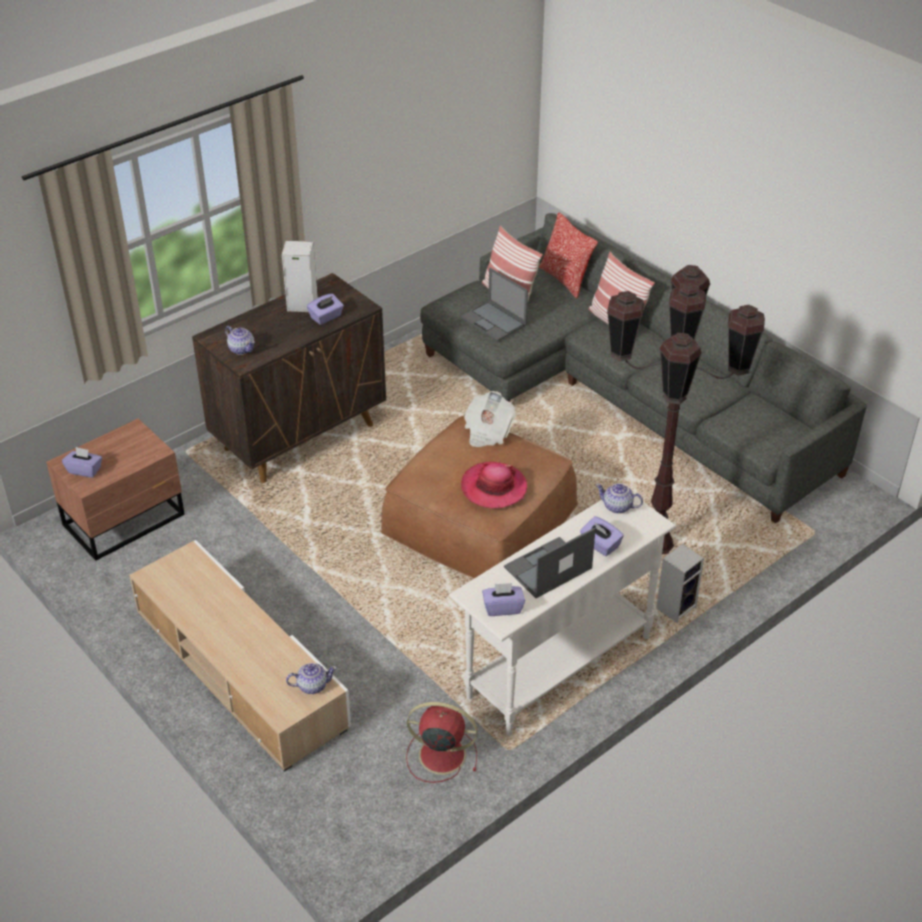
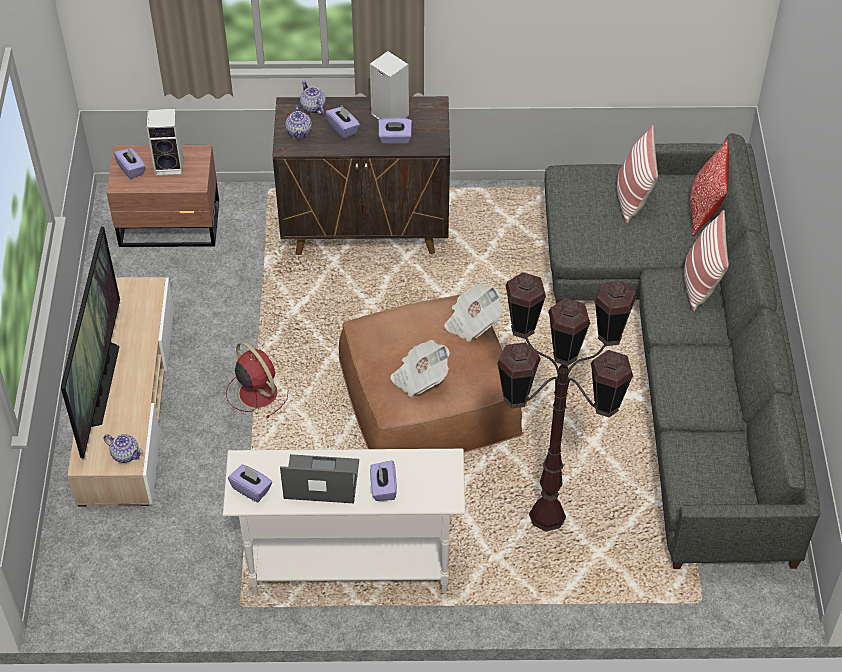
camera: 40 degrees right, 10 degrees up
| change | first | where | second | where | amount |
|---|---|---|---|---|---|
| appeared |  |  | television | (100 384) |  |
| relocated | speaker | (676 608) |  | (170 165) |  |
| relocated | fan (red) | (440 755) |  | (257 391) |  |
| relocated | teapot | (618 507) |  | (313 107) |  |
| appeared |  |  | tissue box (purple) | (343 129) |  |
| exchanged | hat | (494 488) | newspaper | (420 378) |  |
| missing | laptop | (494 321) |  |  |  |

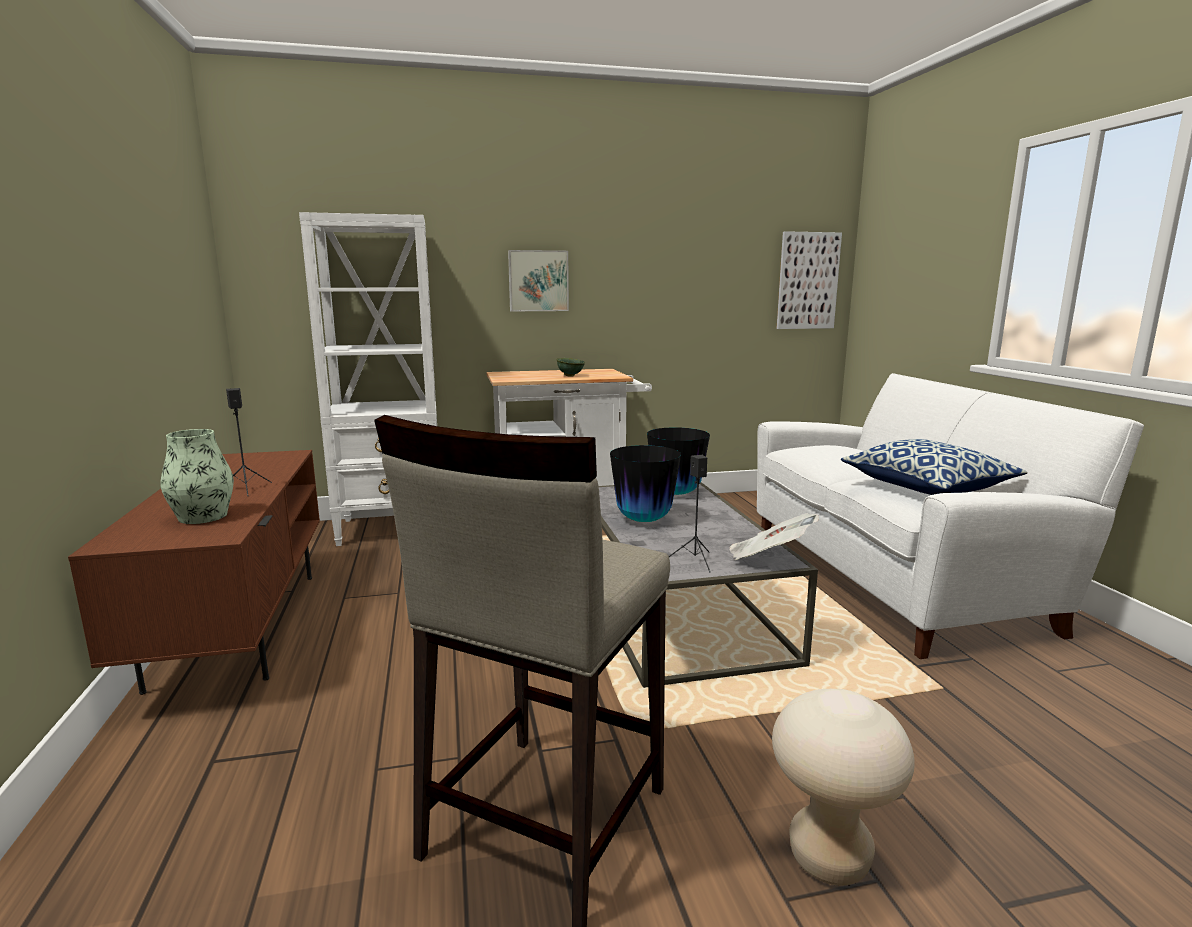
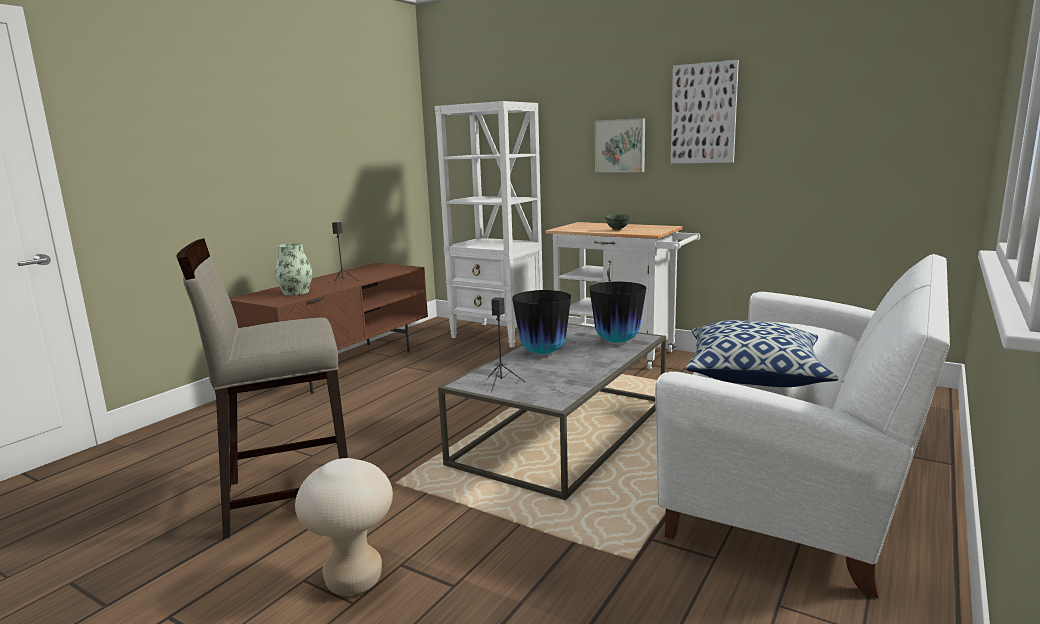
camera: 45 degrees right, 0 degrees up
| change | first | where | second | where | amount |
|---|---|---|---|---|---|
| relocated | picture | (808 281) |  | (703 113) |  |
| missing | newspaper | (768 558) |  |  |  |

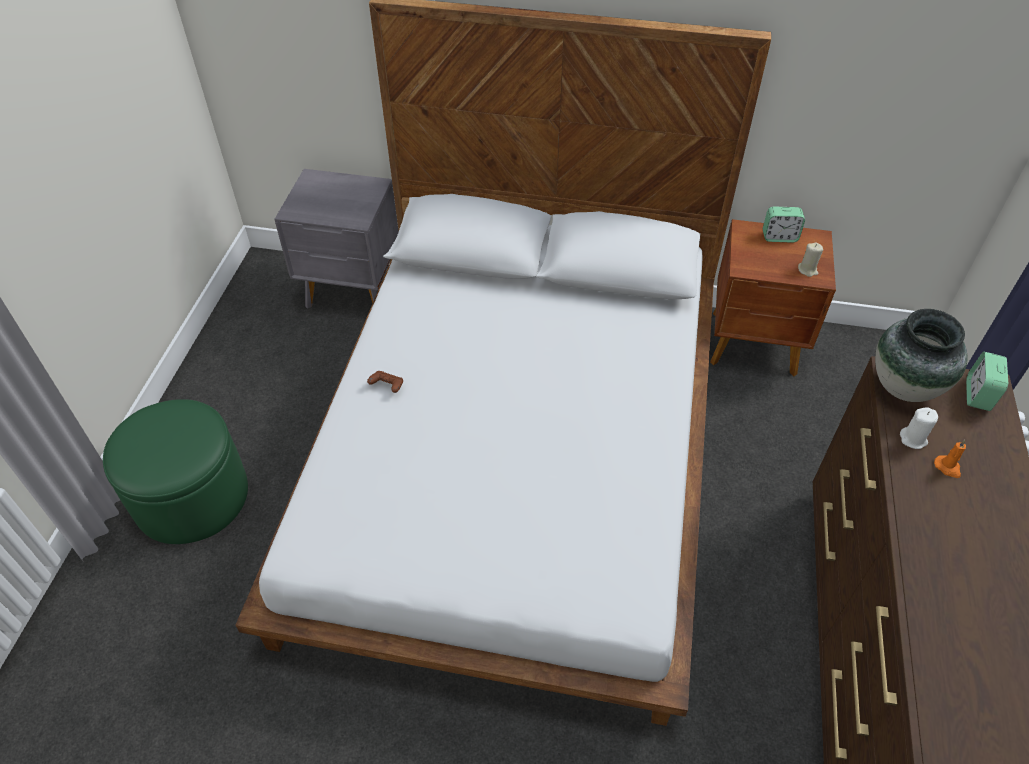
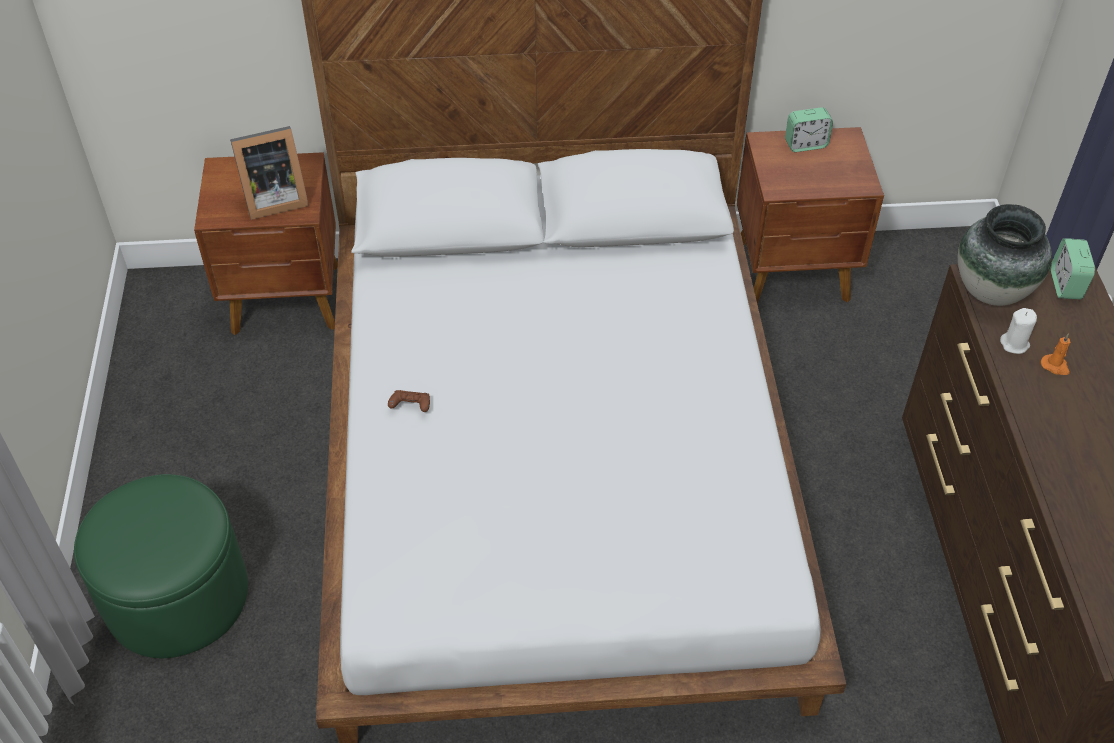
camera: 15 degrees left, 0 degrees up
| change | first | where | second | where | amount |
|---|---|---|---|---|---|
| colour | nightstand (grey) | (354 290) | nightstand (brown) | (287 300) |  |
| appeared |  |  | picture frame | (272 199) |  |
| missing | candle (beige) | (807 270) |  |  |  |

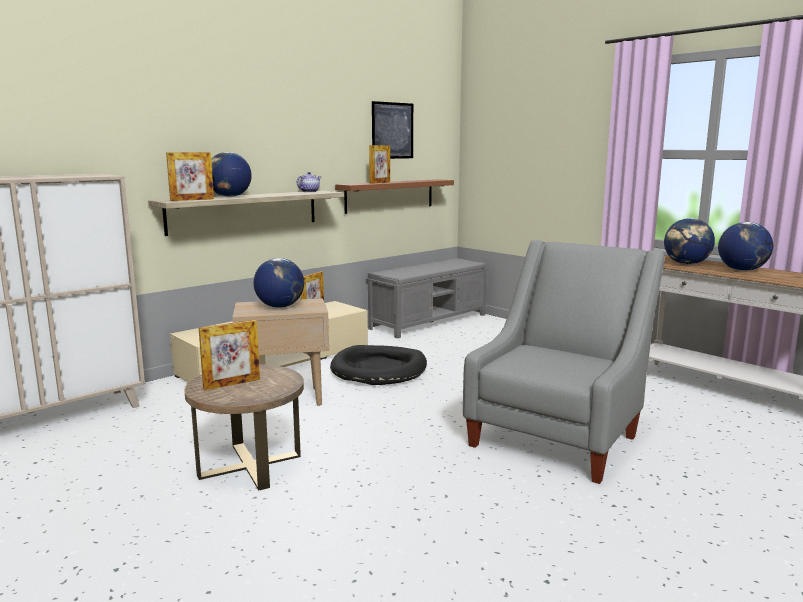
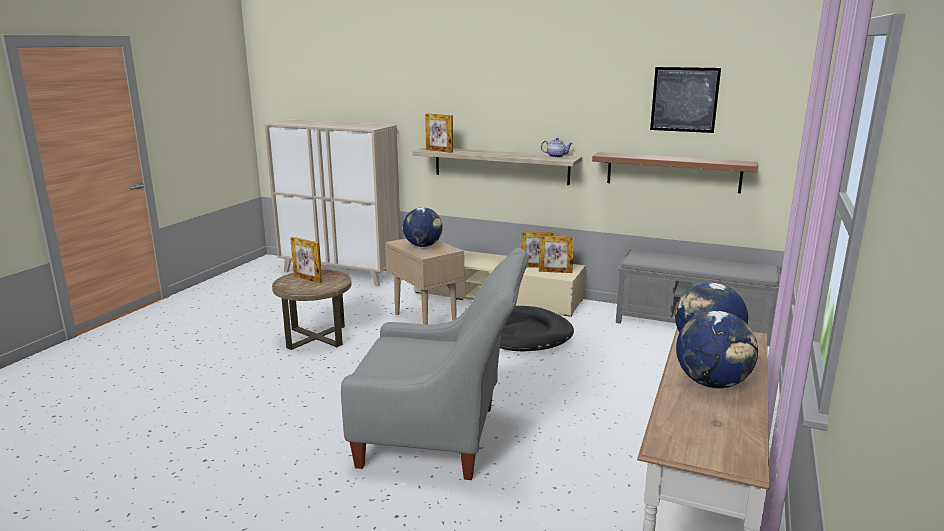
camera: 65 degrees right, 5 degrees up
| change | first | where | second | where | amount |
|---|---|---|---|---|---|
| relocated | picture frame | (380 183) |  | (555 271) |  |
| missing | globe | (229 197) |  |  |  |

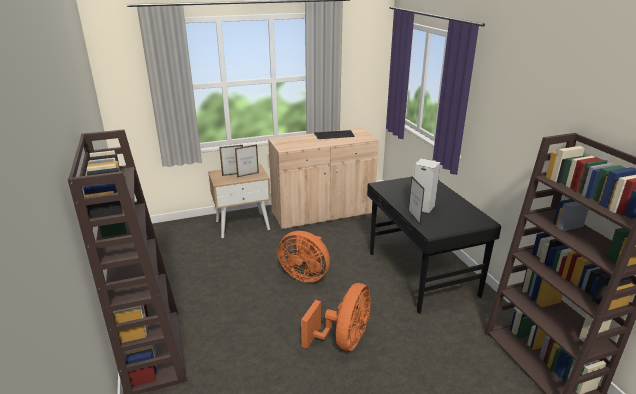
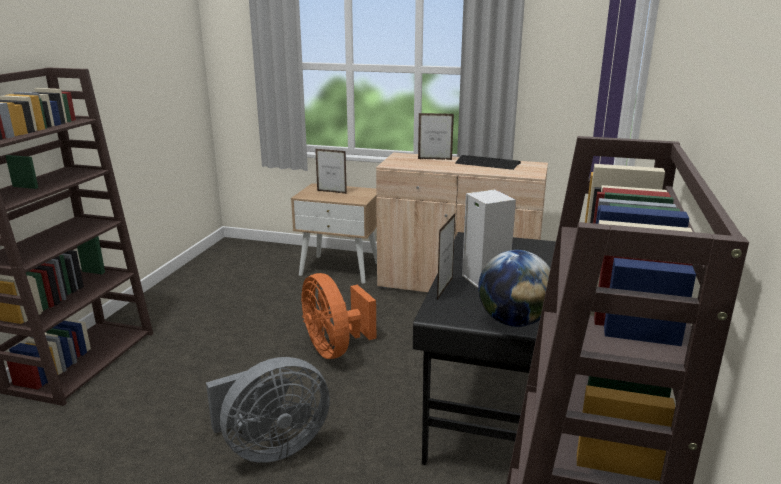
camera: 35 degrees right, 5 degrees down
| change | first | where | second | where | amount |
|---|---|---|---|---|---|
| colour | fan (orange) | (343 340) | fan (grey) | (271 447) |  |
| relocated | picture frame | (248 175) |  | (435 159) |  |
| appeared |  |  | globe | (513 321) |  |

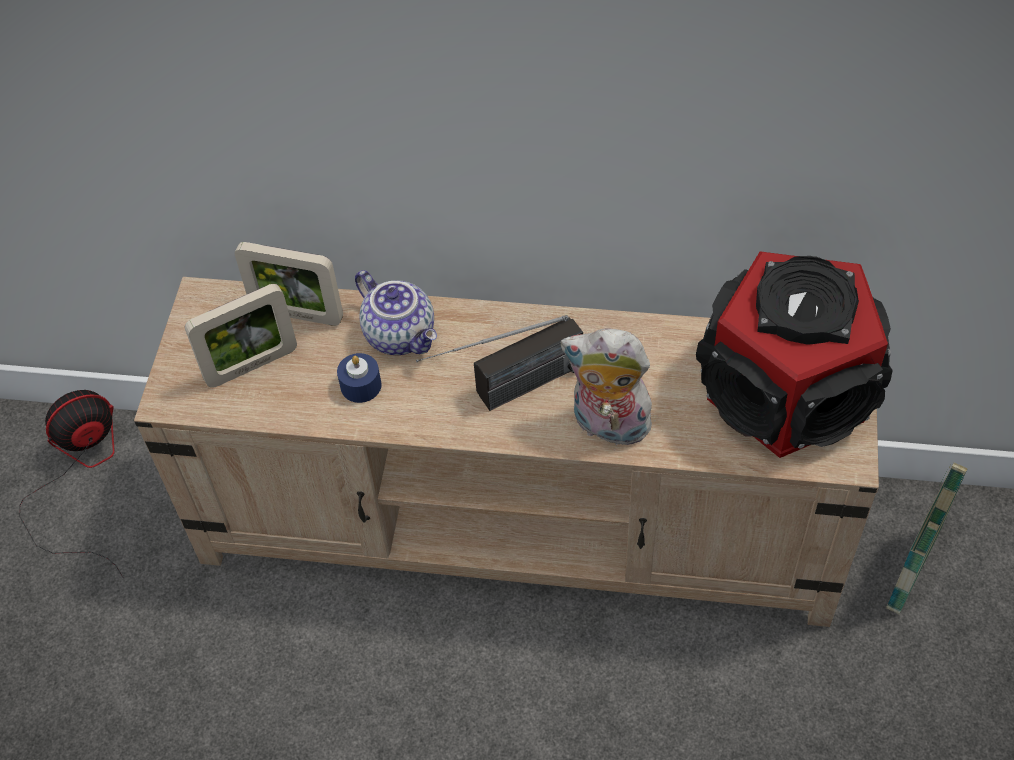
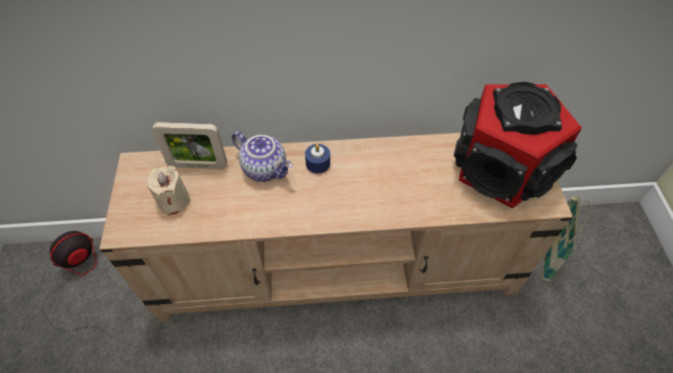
camera: 15 degrees left, 0 degrees up
| change | first | where | second | where | amount |
|---|---|---|---|---|---|
| exchanged | picture frame | (252 366) | candle (beige) | (174 201) |  |
| relocated | candle (blue) | (361 385) |  | (318 163) |  |
| missing | radio | (505 393) |  |  |  |
| missing | plush toy | (607 426) |  |  |  |

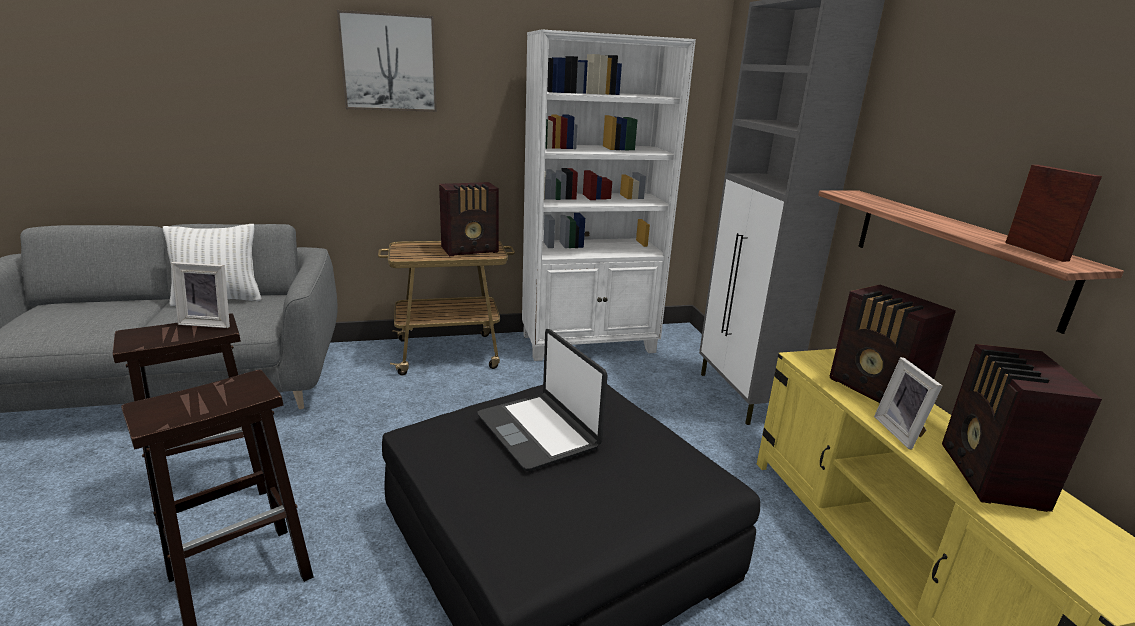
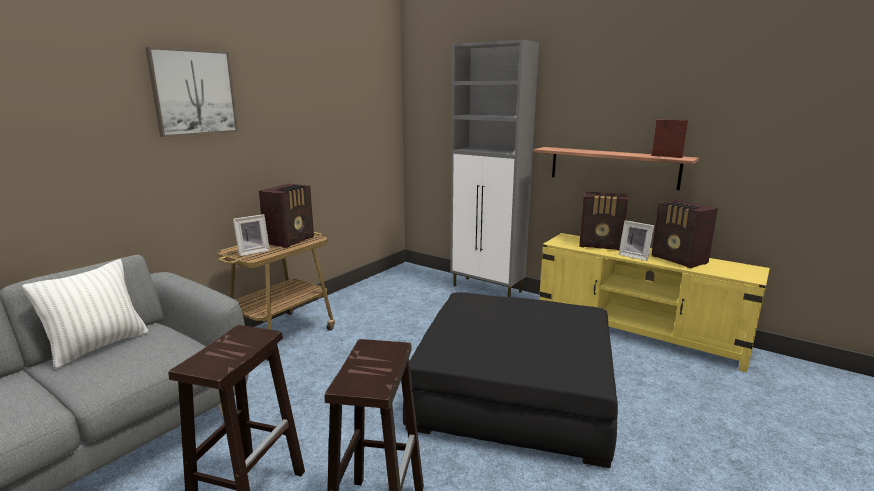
camera: 40 degrees left, 5 degrees down
| change | first | where | second | where | amount |
|---|---|---|---|---|---|
| relocated | picture frame | (209 322) |  | (253 252) |  |
| missing | laptop | (539 431) |  |  |  |
| missing | bookcase (white) | (590 344) |  |  |  |

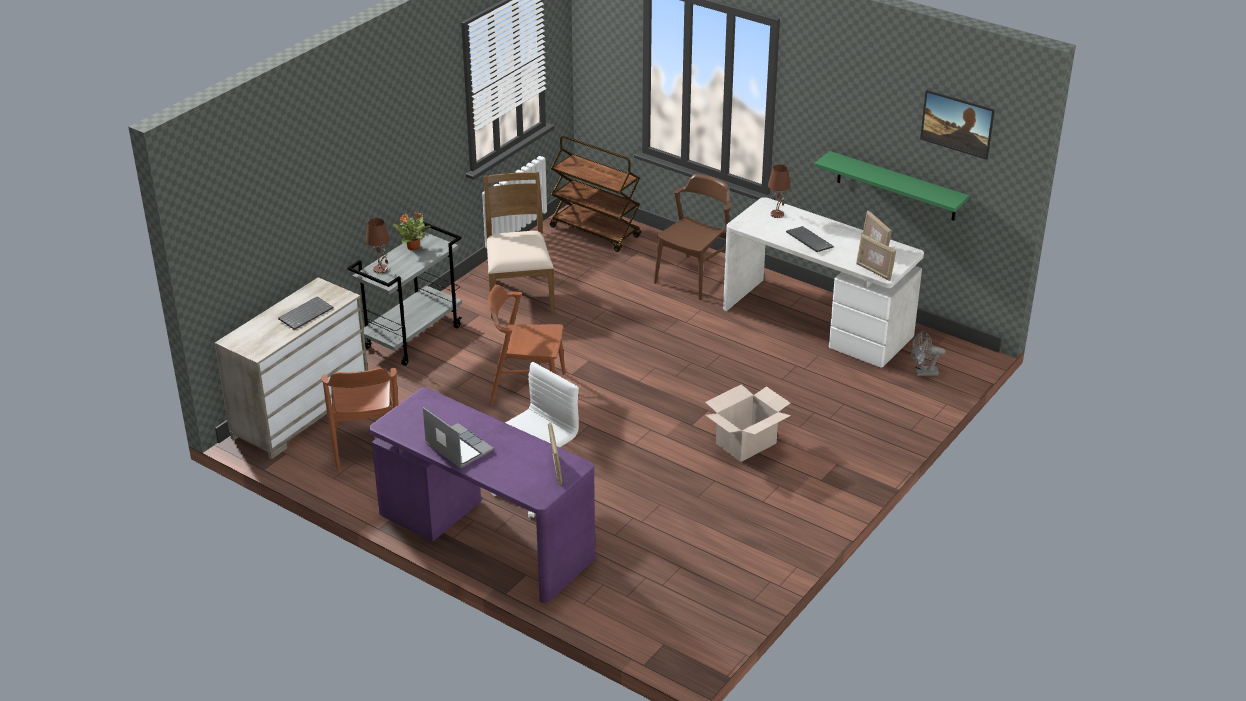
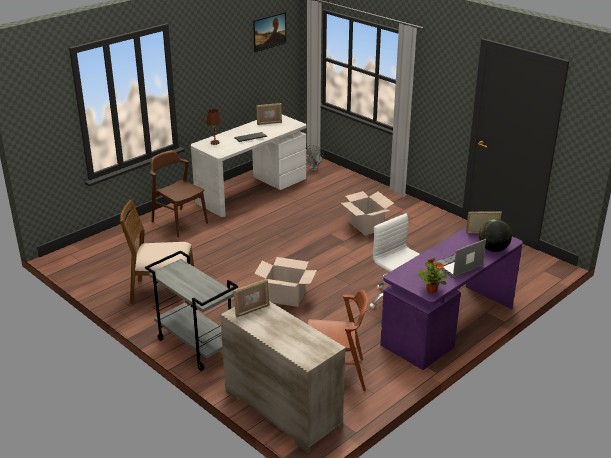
camera: 80 degrees left, 5 degrees down
| change | first | where | second | where | amount |
|---|---|---|---|---|---|
| relocated | picture frame | (874 271) |  | (252 310) |  |
| exchanged | chair (brown) | (527 389) | cardboard box | (285 297) |  |
| relocated | potted plant | (413 247) |  | (431 290) |  |
| appeared |  |  | globe | (493 249) |  |
| missing | keyboard | (306 313) |  |  |  |
| missing | table lamp (brown) | (381 269) |  |  |  |
| missing | cart (brown) | (596 232) |  |  |  |
| missing | shelf (green) | (896 186) |  |  |  |

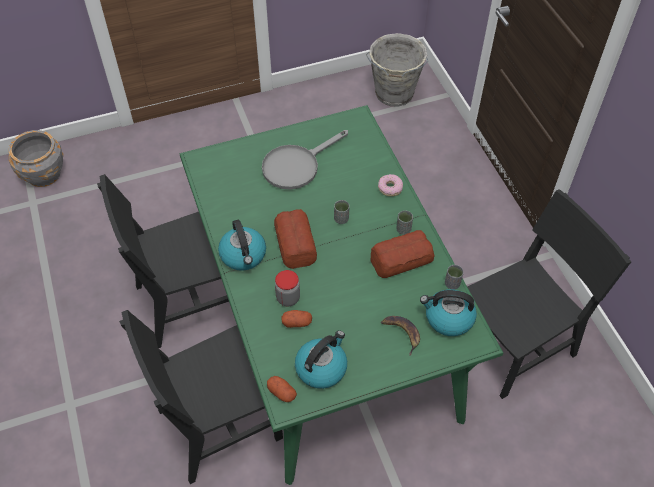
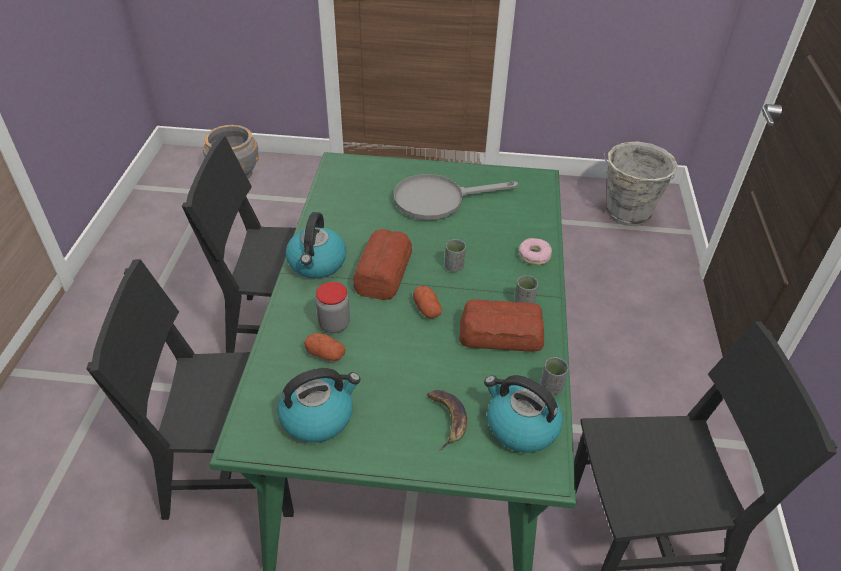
camera: 25 degrees right, 10 degrees down
| change | first | where | second | where | amount |
|---|---|---|---|---|---|
| relocated | potato | (282 392) |  | (427 309) |  |

